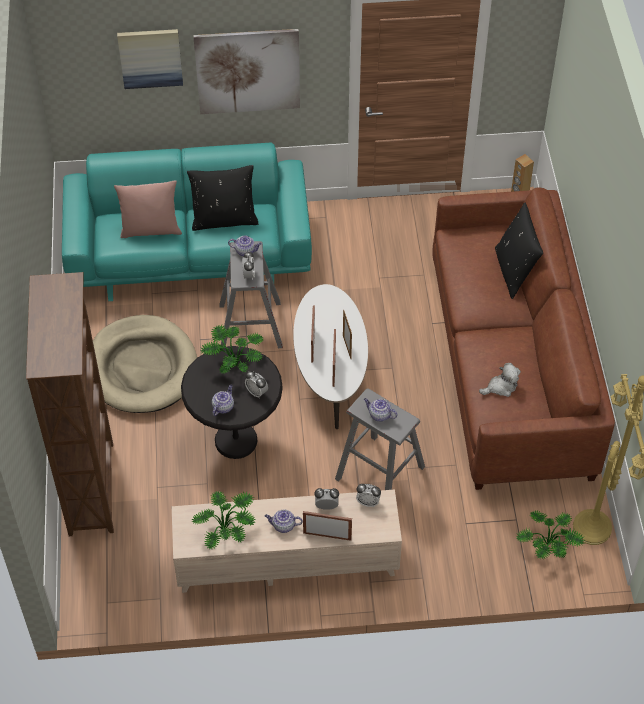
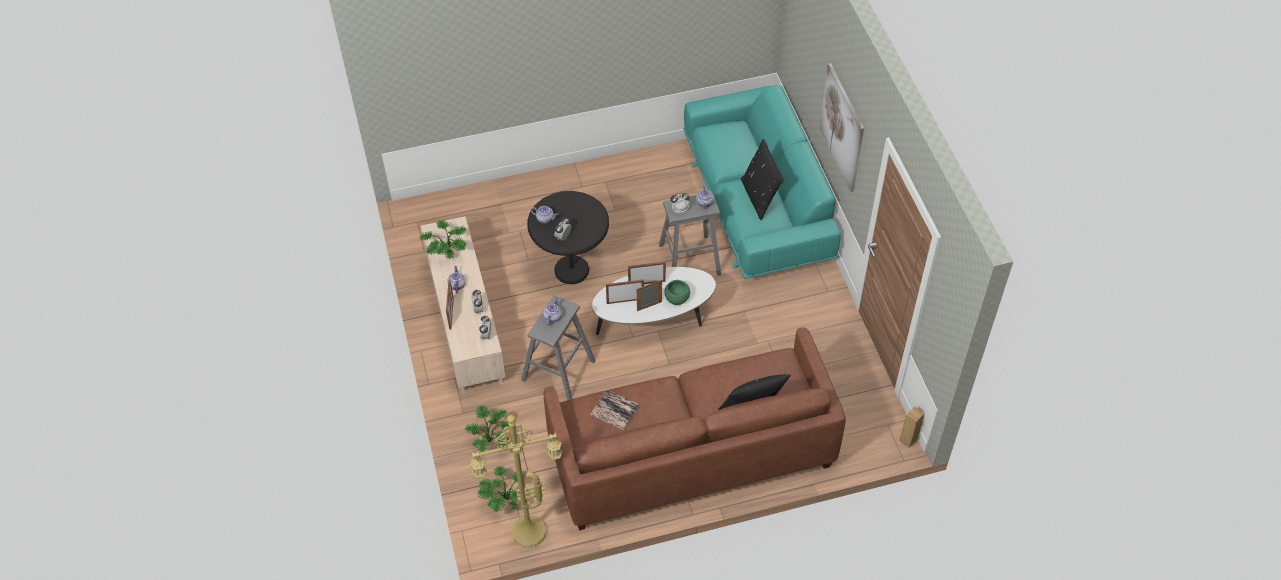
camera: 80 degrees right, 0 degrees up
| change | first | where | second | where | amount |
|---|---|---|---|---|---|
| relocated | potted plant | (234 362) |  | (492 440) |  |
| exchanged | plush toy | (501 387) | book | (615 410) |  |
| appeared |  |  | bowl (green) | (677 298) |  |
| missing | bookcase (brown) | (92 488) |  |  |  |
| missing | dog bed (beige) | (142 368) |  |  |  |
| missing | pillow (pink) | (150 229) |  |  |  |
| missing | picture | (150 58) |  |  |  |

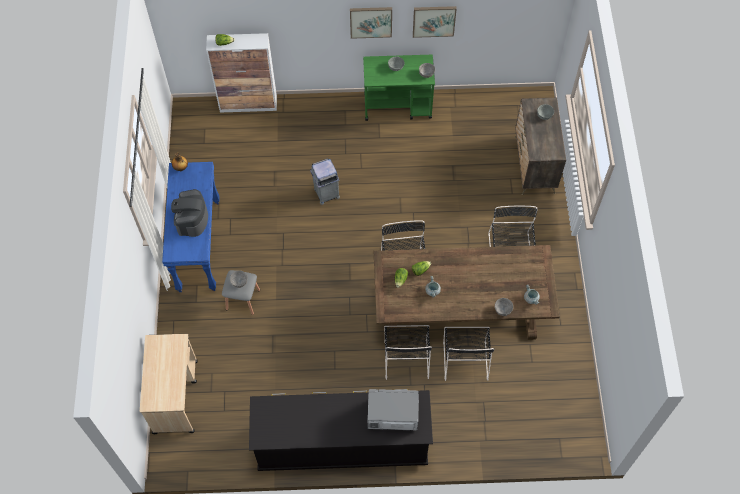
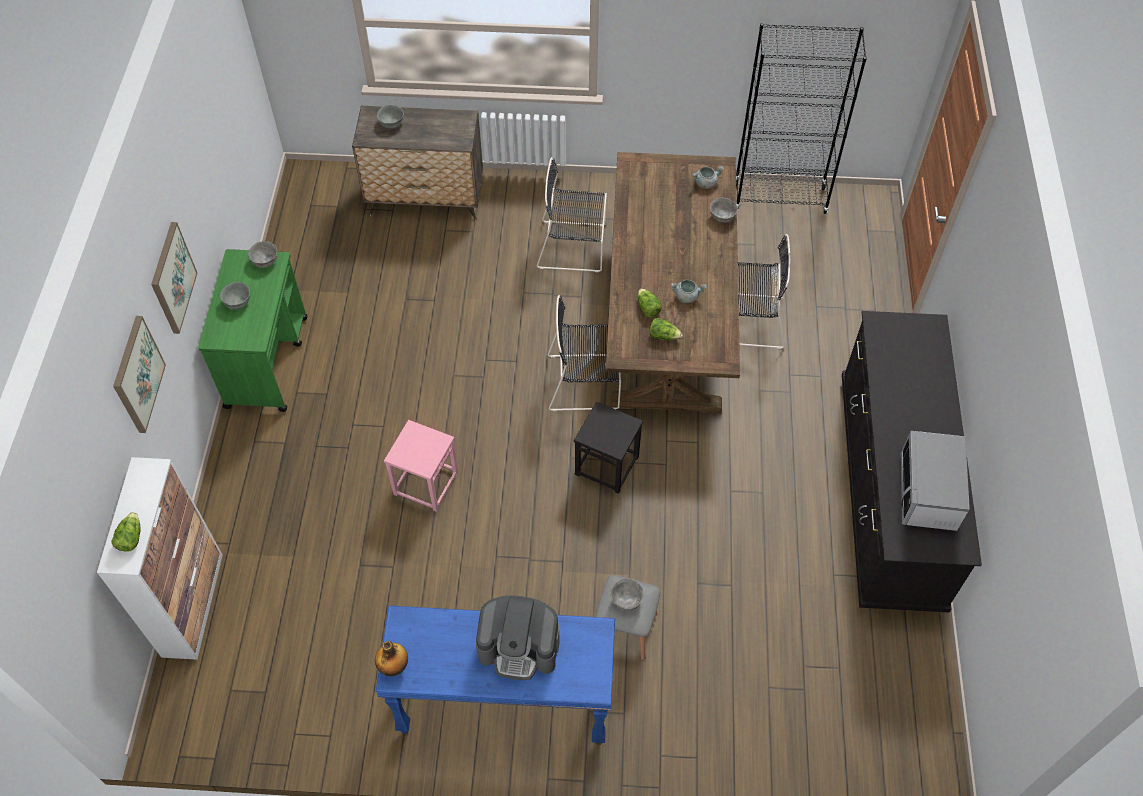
camera: 85 degrees left, 5 degrees down
| change | first | where | second | where | amount |
|---|---|---|---|---|---|
| relocated | picture | (434 21) |  | (137 374) |  |
| exchanged | trash can (grey) | (326 193) | stool (pink) | (425 483) |  |
| appeared |  |  | stool (black) | (607 465) |  |
| appeared |  |  | bookcase (black) | (780 198) |  |
| relocated | microwave | (392 415) |  | (928 493) |  |
| missing | cart (beige) | (175 396) |  |  |  |
| missing | chair (black) | (406 357) |  |  |  |

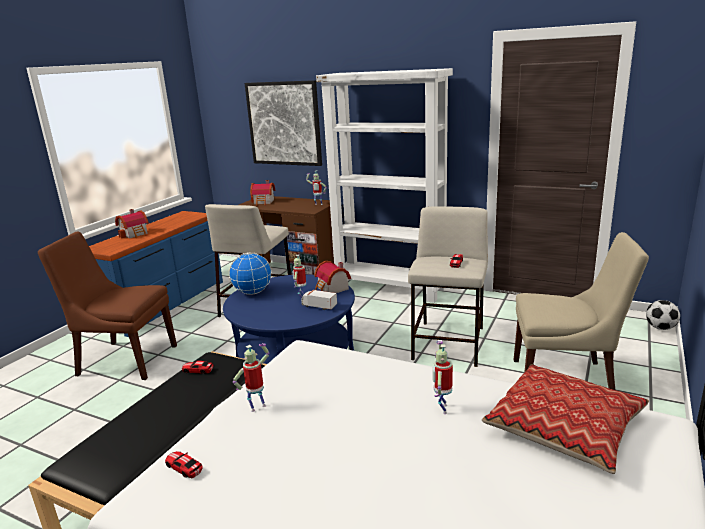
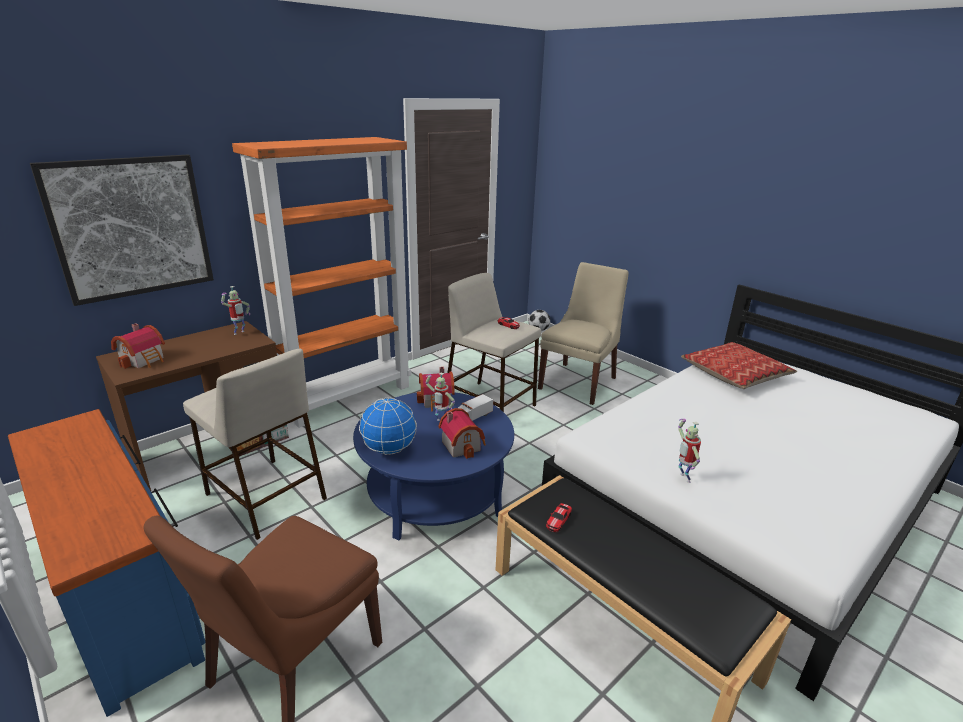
camera: 70 degrees left, 5 degrees up
| change | first | where | second | where | amount |
|---|---|---|---|---|---|
| colour | bookcase (white) | (391 288) | bookcase (orange) | (347 397) |  |
| relocated | toy house | (135 234) |  | (463 445) |  |
| missing | toy car | (184 467) |  |  |  |
| missing | toy robot | (442 408) |  |  |  |

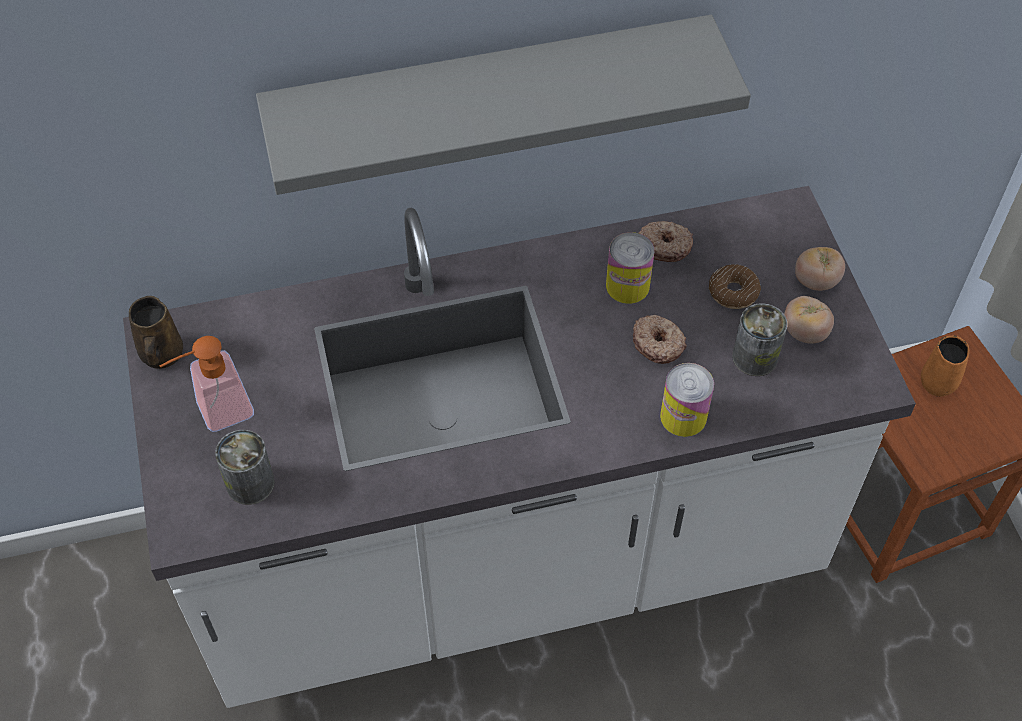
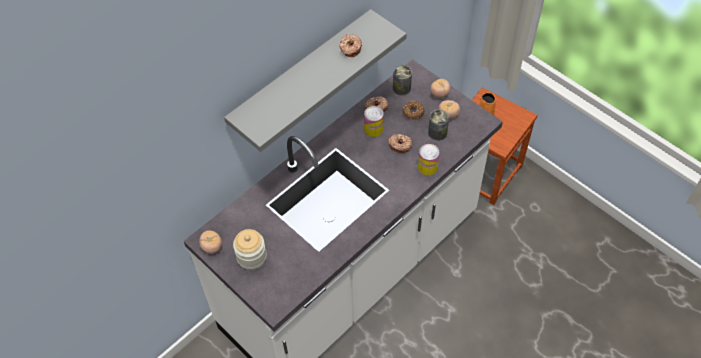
camera: 30 degrees left, 0 degrees up
| change | first | where | second | where | amount |
|---|---|---|---|---|---|
| exchanged | mug (brown) | (161 355) | tomato | (212 247) |  |
| exchanged | soap dispenser | (215 413) | jar | (251 257) |  |
| appeared |  |  | donut | (350 48) |  |
| relocated | can | (250 483) |  | (401 88) |  |

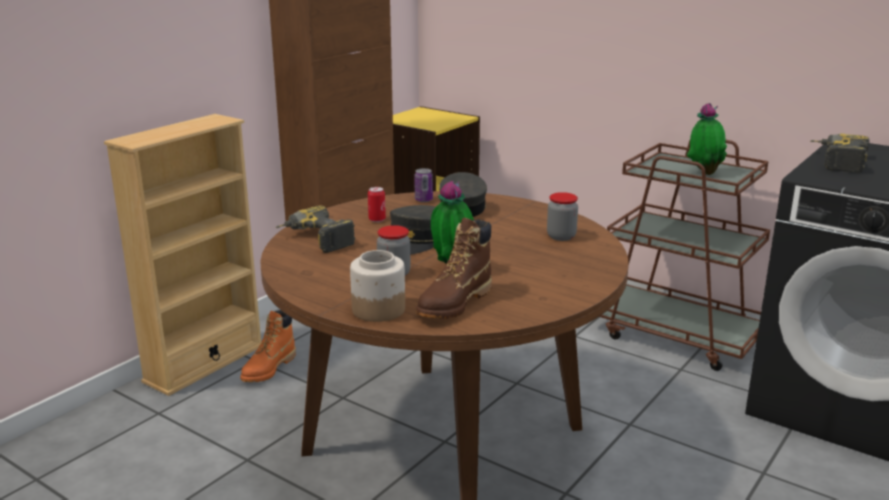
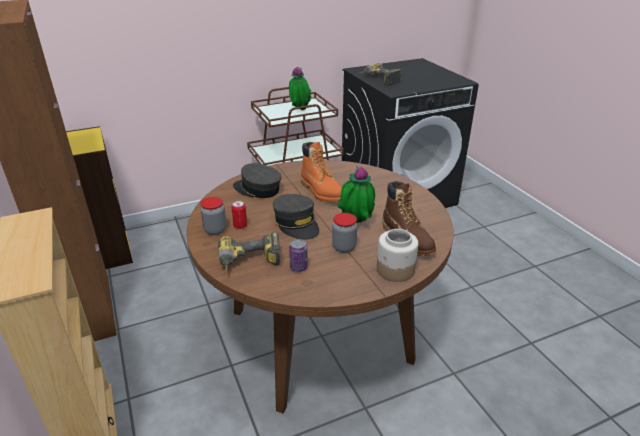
camera: 60 degrees left, 10 degrees up
| change | first | where | second | where | amount |
|---|---|---|---|---|---|
| relocated | jar | (561 236) |  | (215 230) |  |
| relocated | can | (423 200) |  | (298 267) |  |
| relocated | boot (orange) | (269 369) |  | (322 192) |  |

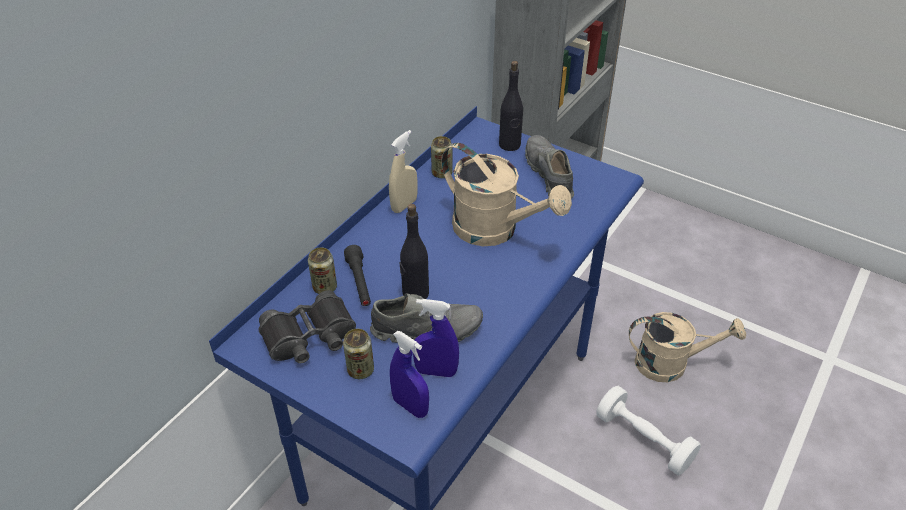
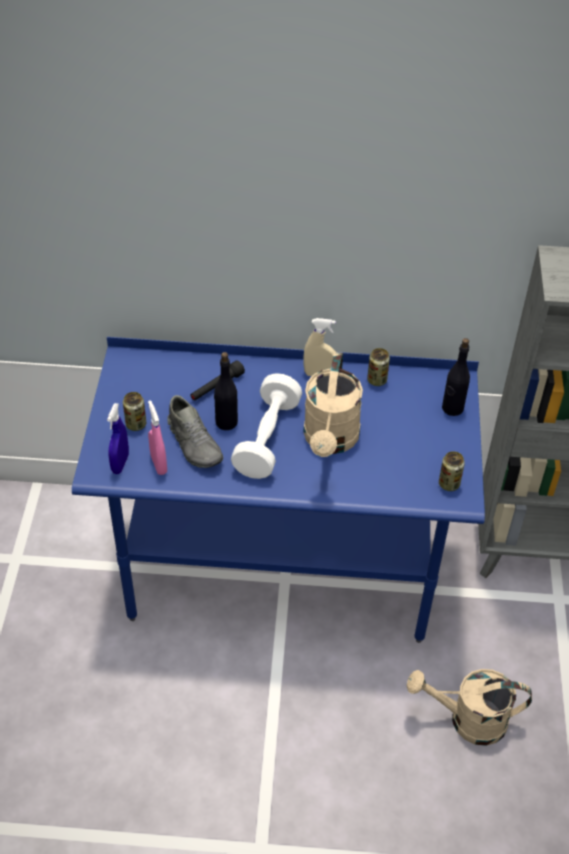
camera: 60 degrees right, 5 degrees up
| change | first | where | second | where | amount |
|---|---|---|---|---|---|
| colour | spray bottle (blue) | (436 371) | spray bottle (pink) | (159 464) |  |
| relocated | dumbbell (white) | (644 440) |  | (267 439) |  |
| spun | watering can (beige) | (671 363) |  | (467 720) | 120 degrees clockwise |
| relocated | can | (325 287) |  | (449 484) |  |
| missing | binoculars (black) | (309 337) |  |  |  |
| missing | shoe (grey) | (548 175) |  |  |  |

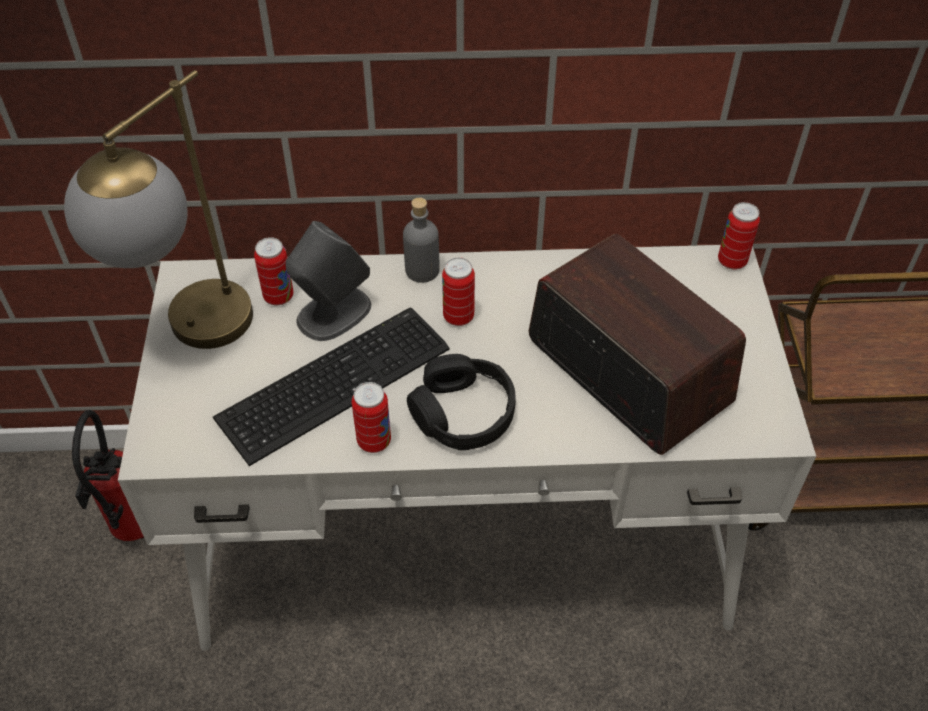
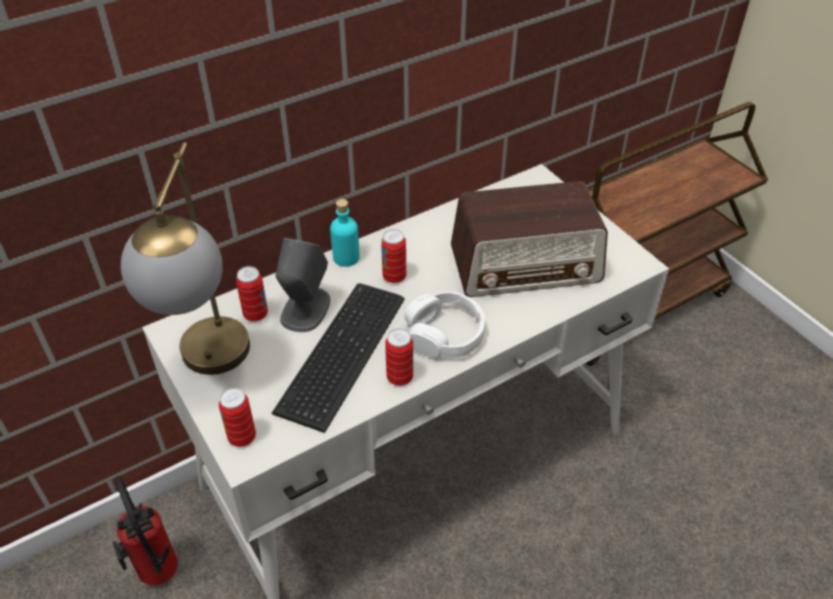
camera: 30 degrees left, 5 degrees down
| change | first | where | second | where | amount |
|---|---|---|---|---|---|
| relocated | can | (732 261) |  | (242 437) |  |
| colour | bottle (grey) | (422 270) | bottle (turquoise) | (346 257) |  |
| colour | headphones (black) | (463 413) | headphones (white) | (444 334) |  |
| spun | radio | (627 369) |  | (526 265) | 150 degrees clockwise |

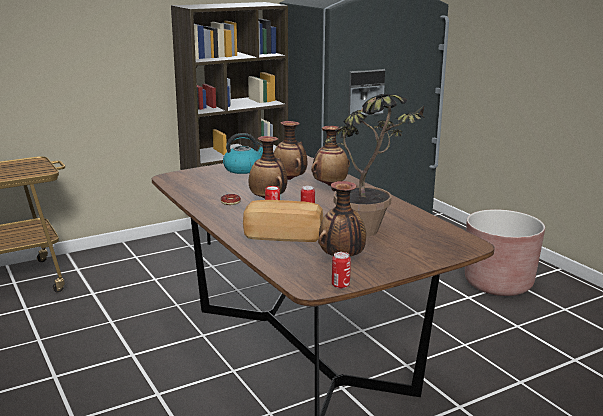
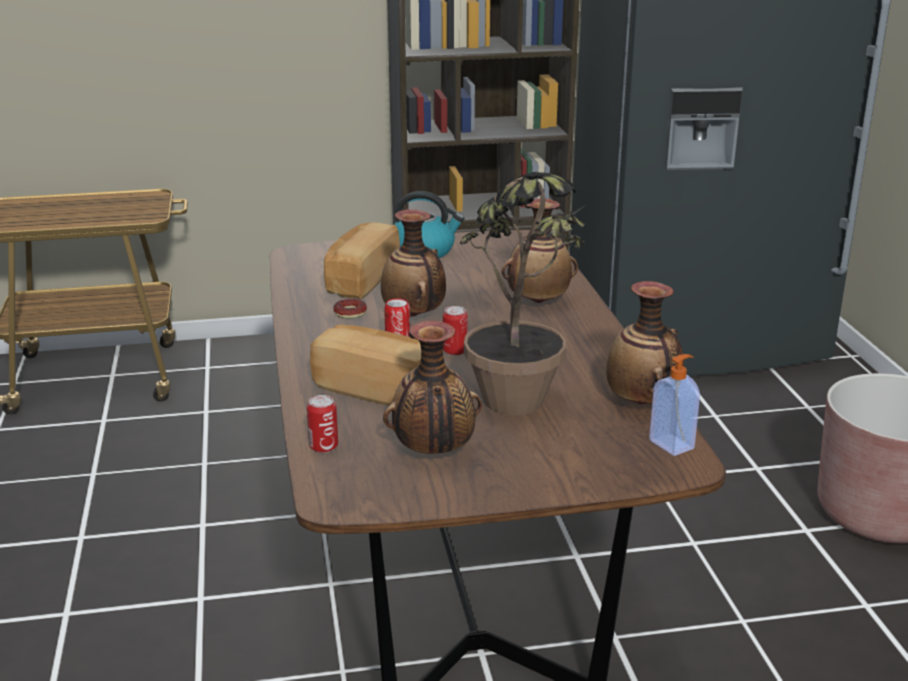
camera: 20 degrees right, 5 degrees up
| change | first | where | second | where | amount |
|---|---|---|---|---|---|
| relocated | can | (340 285) |  | (323 447) |  |
| appeared |  |  | bread | (360 280) |  |
| relocated | vase | (290 179) |  | (643 403) |  |
| appeared |  |  | soap dispenser | (672 444) |  |

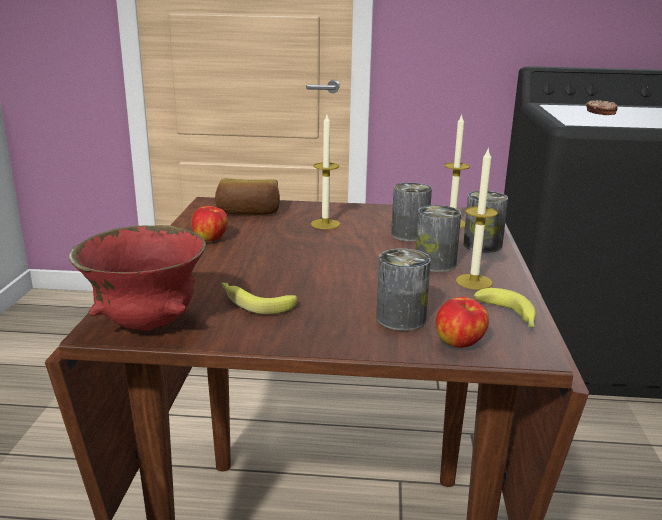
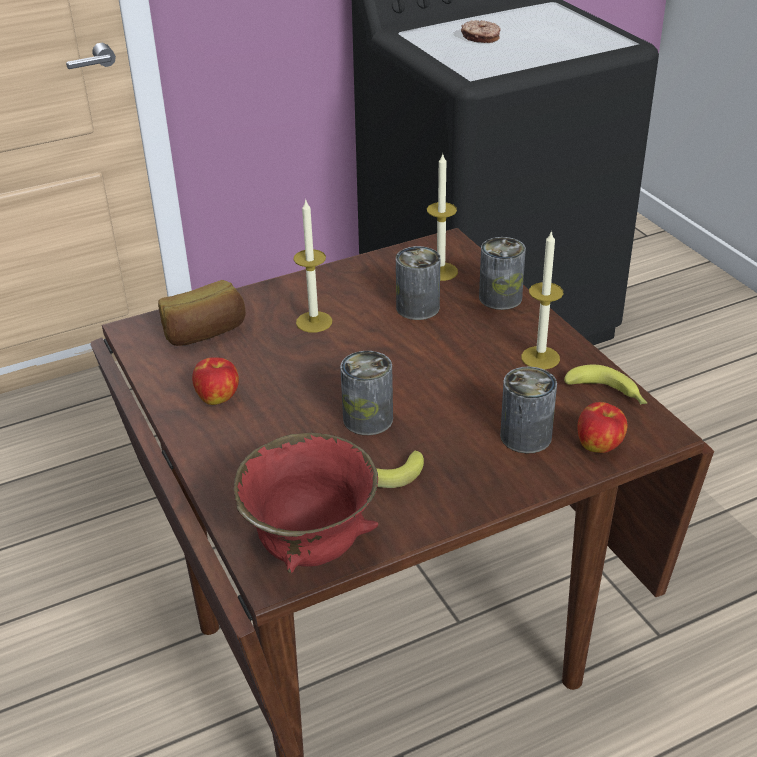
camera: 30 degrees left, 15 degrees up
| change | first | where | second | where | amount |
|---|---|---|---|---|---|
| relocated | can | (435 264) |  | (368 419) |  |

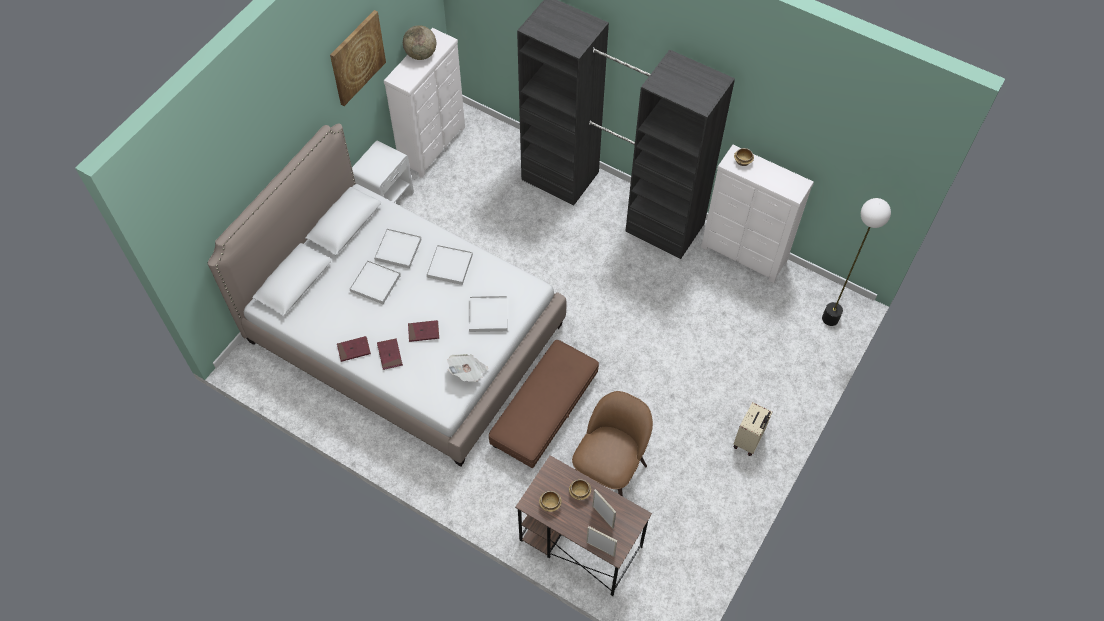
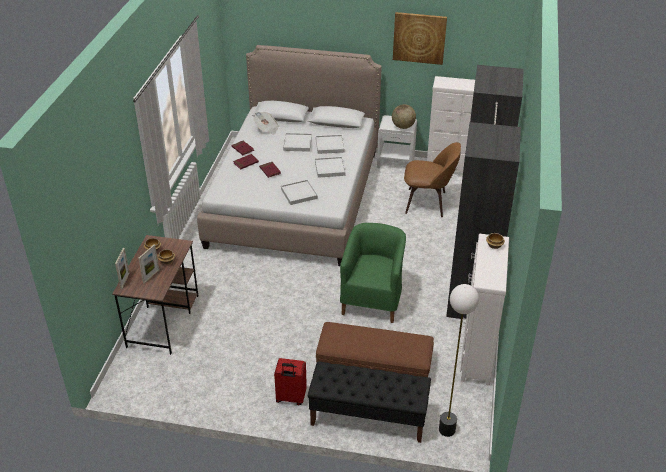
camera: 70 degrees right, 20 degrees down
| change | first | where | second | where | amount |
|---|---|---|---|---|---|
| relocated | newspaper | (468 372) |  | (266 129) |  |
| colour | suitcase (beige) | (749 441) | suitcase (red) | (290 398) |  |
| appeared |  |  | bench (black) | (368 418) |  |
| relocated | ottoman (brown) | (544 411) |  | (374 362) |  |
| appeared |  |  | armchair (green) | (373 299) |  |
| relocated | globe | (421 54) |  | (403 127) |  |
| relocated | chair (brown) | (609 470) |  | (428 203) |  |

